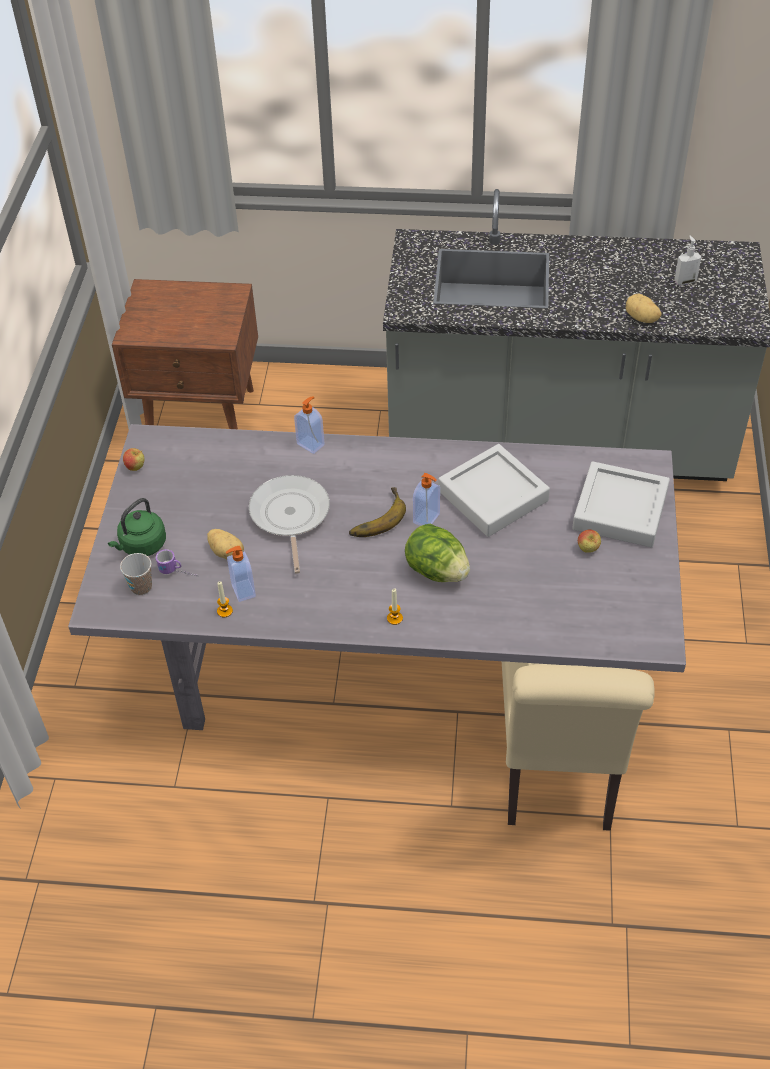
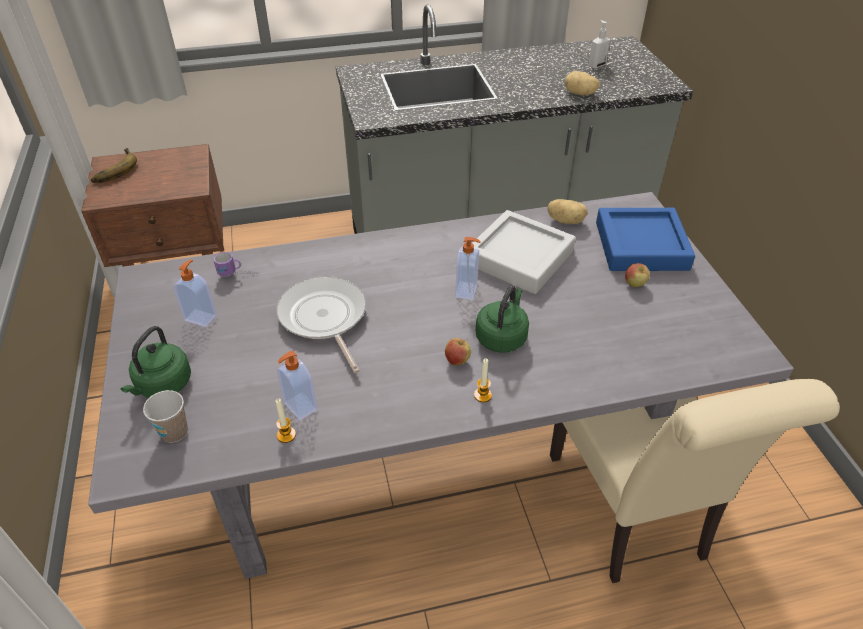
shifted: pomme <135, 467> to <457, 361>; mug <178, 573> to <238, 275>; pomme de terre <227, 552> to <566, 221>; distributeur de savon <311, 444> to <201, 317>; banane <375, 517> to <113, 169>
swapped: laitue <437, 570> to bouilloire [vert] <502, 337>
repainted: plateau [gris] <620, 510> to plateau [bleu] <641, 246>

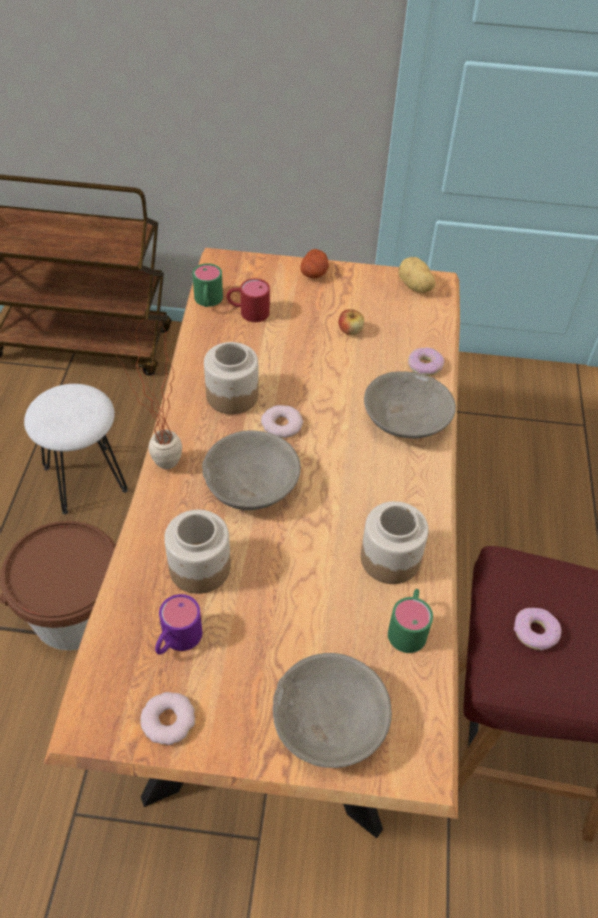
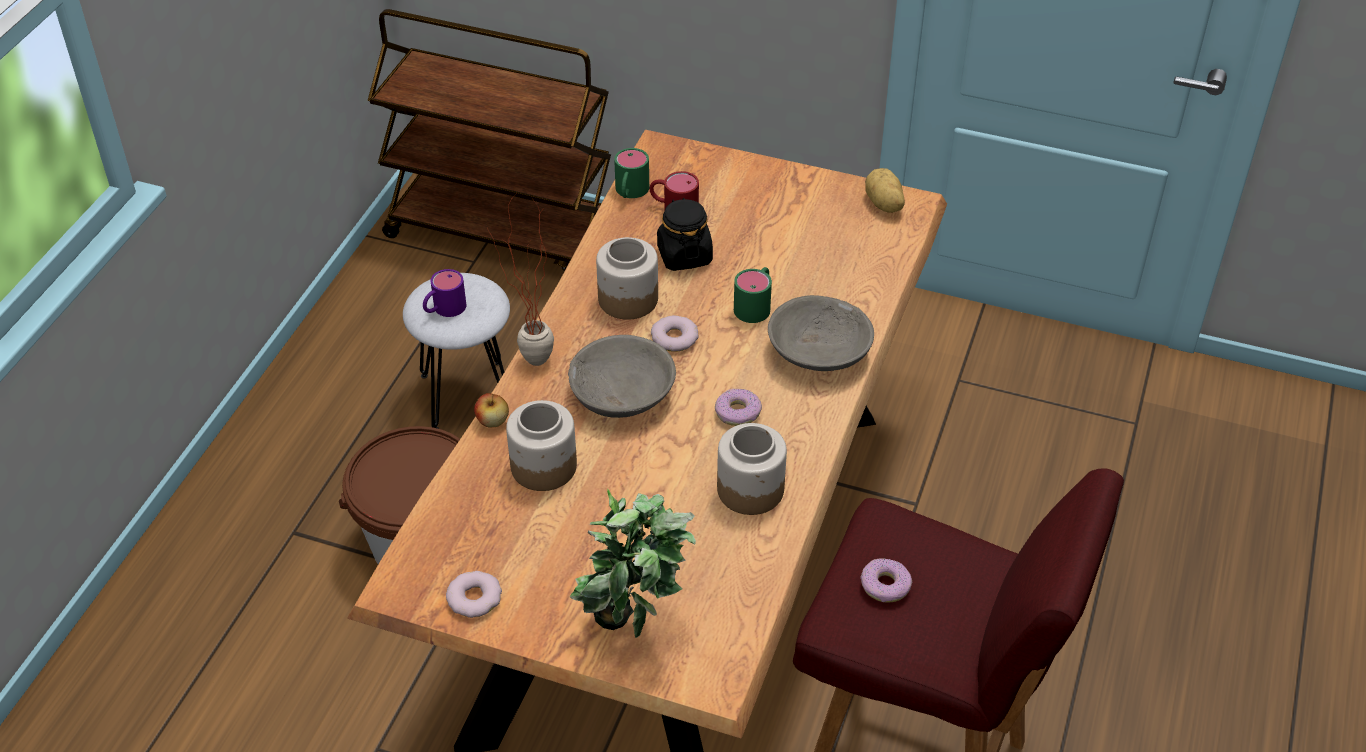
gone: pomme de terre <314, 273>
new: bocal [noir] <684, 255>
shifted: mug [violet] <176, 640> to <444, 309>; pomme <350, 331> to <492, 421>; mug [vert] <408, 627> to <755, 305>; beignet <424, 366> to <737, 412>
swapped: bol [gris] <329, 722> to plante en pot <635, 627>

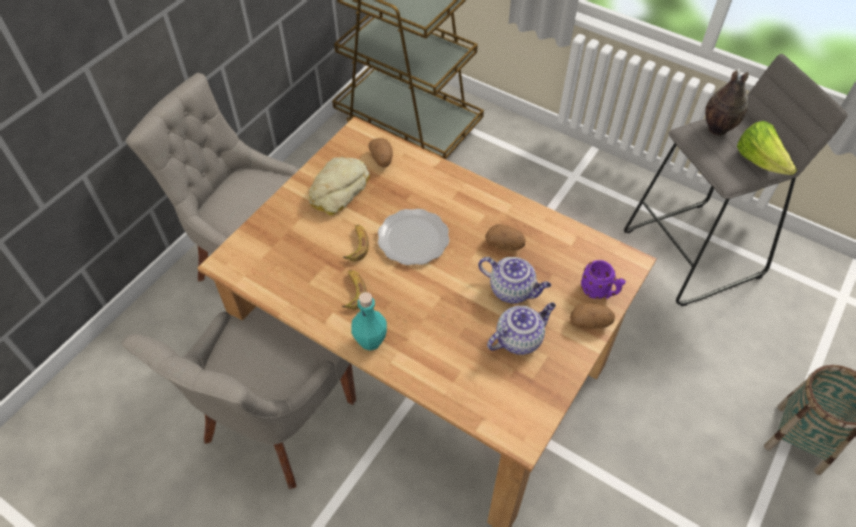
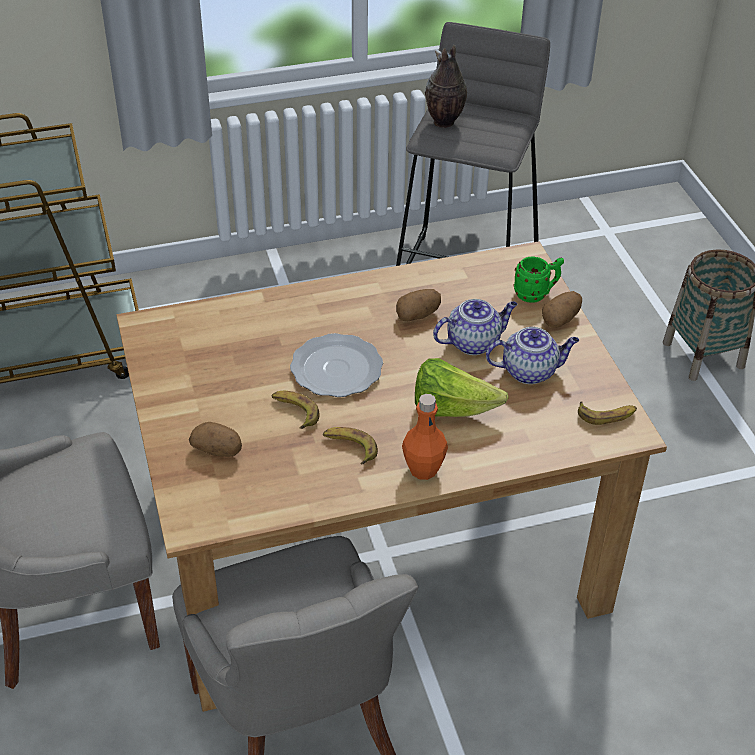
gone: pain <338, 190>
new: banane <607, 415>
shifted: pomme de terre <382, 159> to <218, 450>; laitue <759, 161> to <451, 409>
repainted: bouteille [turquoise] <370, 341> to bouteille [orange] <423, 469>; mug [violet] <599, 292> to mug [vert] <536, 294>
rotated: théière <519, 338> = <530, 371> 75 degrees clockwise

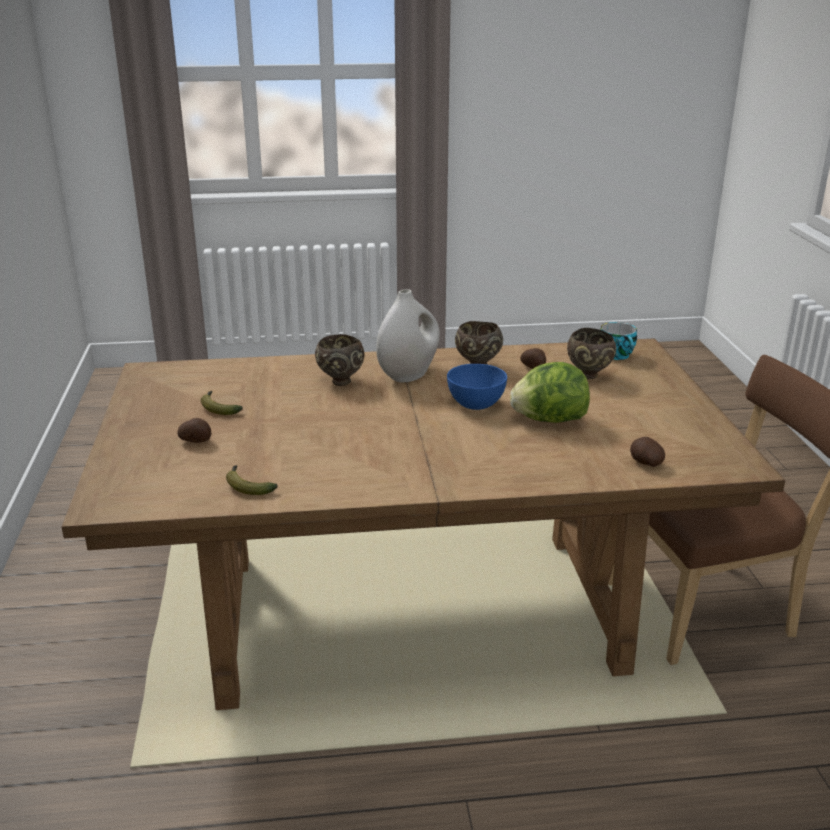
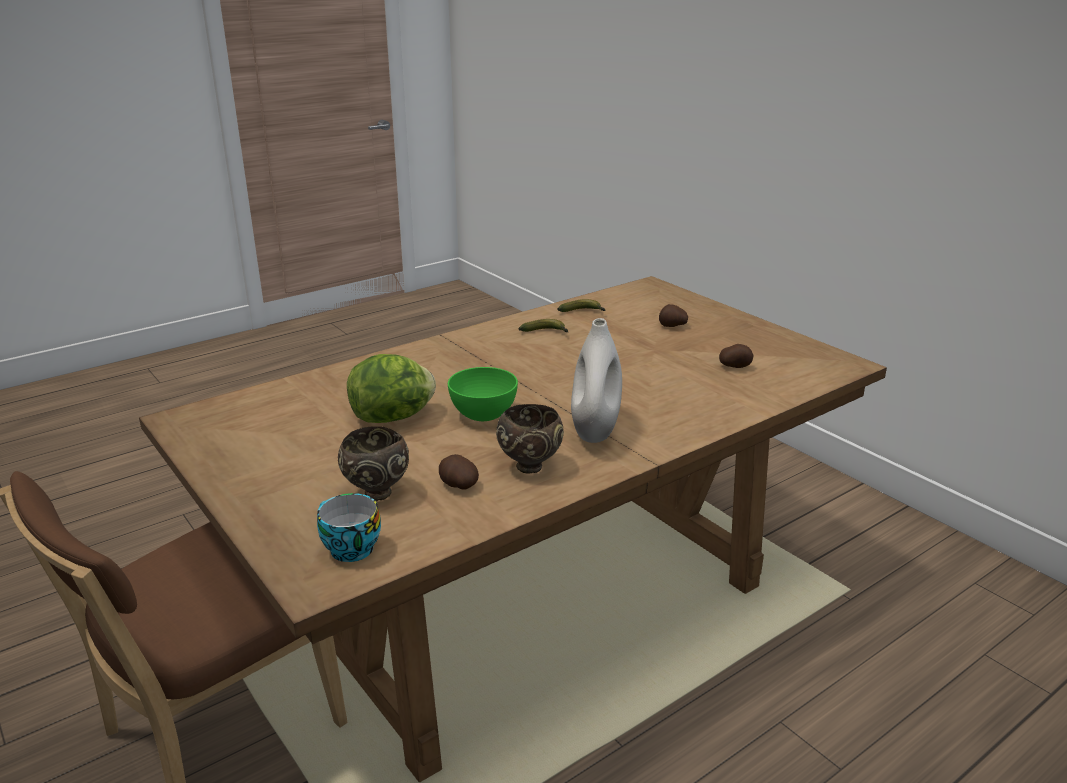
gone: bol [marron] <340, 381>
shifted: banane <218, 408> to <546, 332>; pomme de terre <645, 463> to <735, 366>
repainted: bol [bleu] <475, 404> to bol [vert] <484, 414>

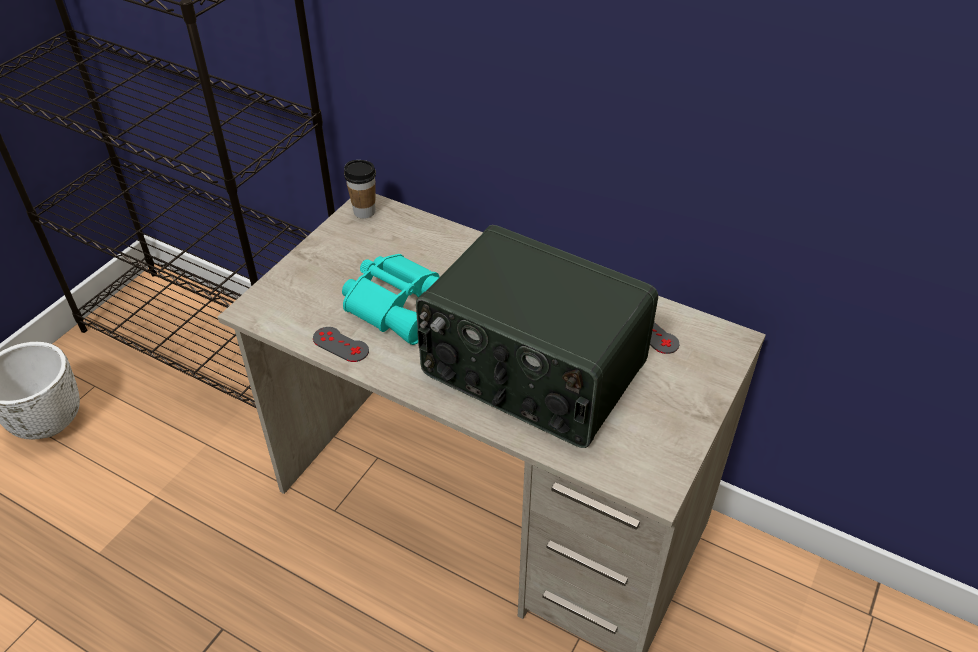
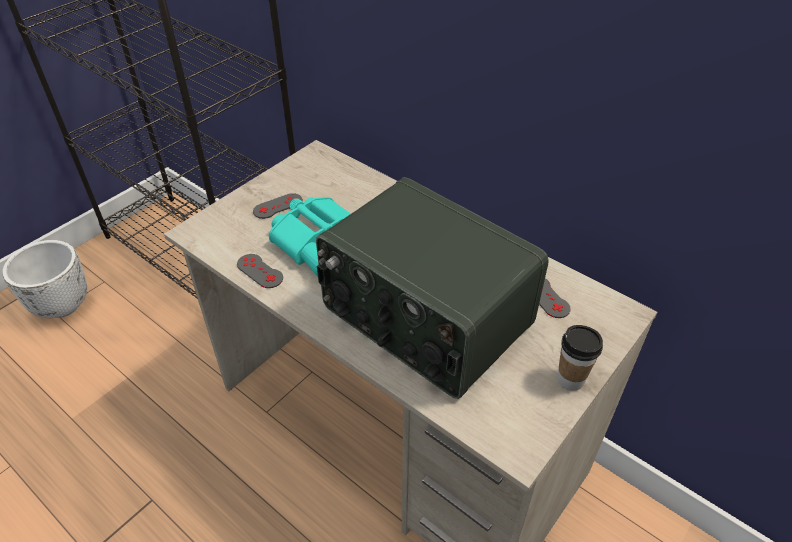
new: manette [gris] <278, 206>
shifted: tasse <364, 212> to <570, 380>

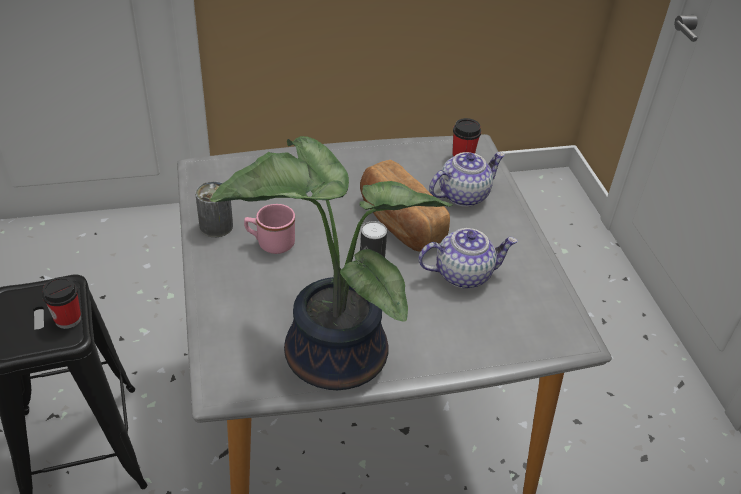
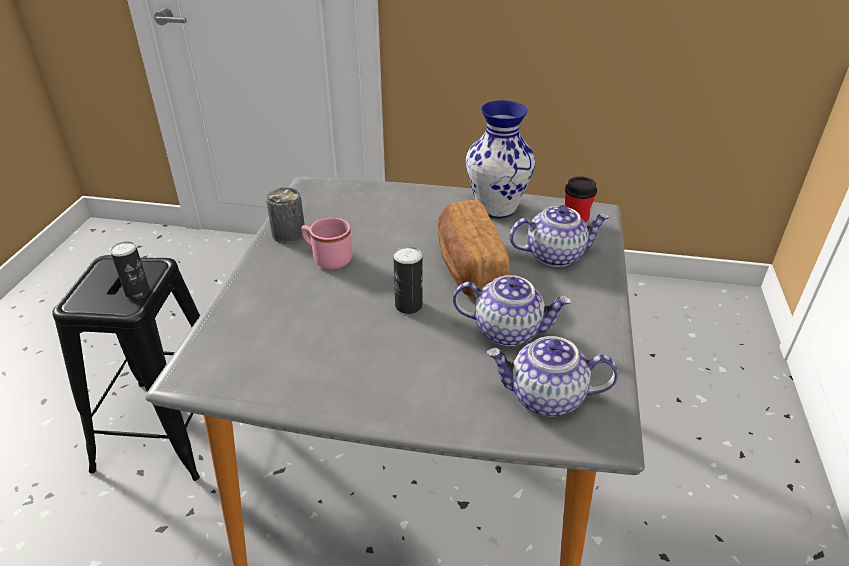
gone: plante en pot <329, 355>
new: vase <495, 208>; théière <546, 398>
swapped: tasse <68, 319> to boîte métallique <137, 292>

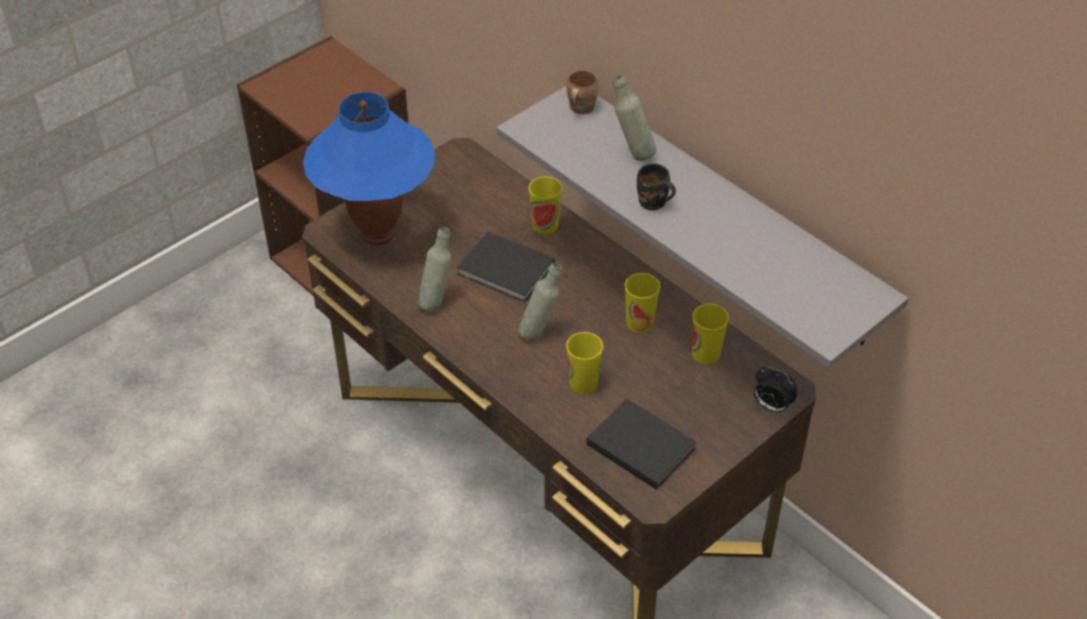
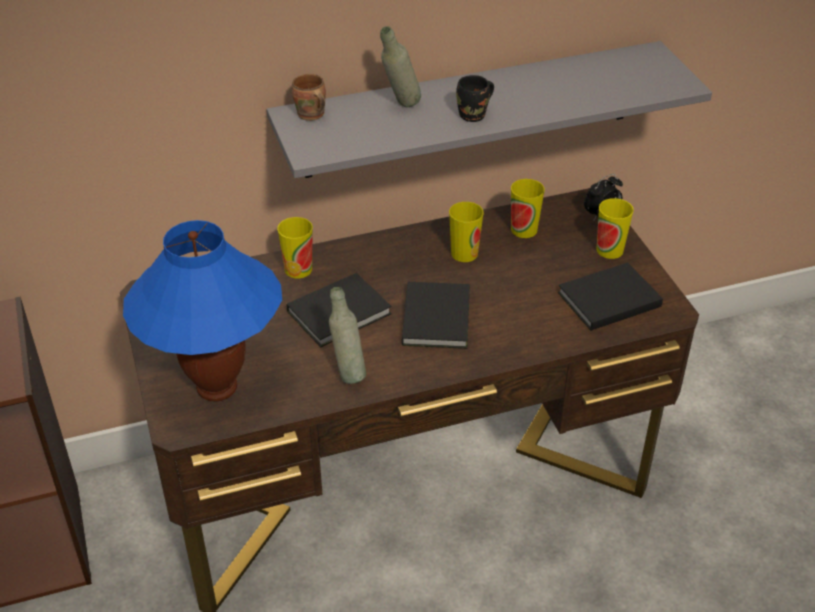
shifted: tasse <583, 382> to <609, 250>
swapped: bouteille [gris] <540, 333> to livre [noir] <438, 316>

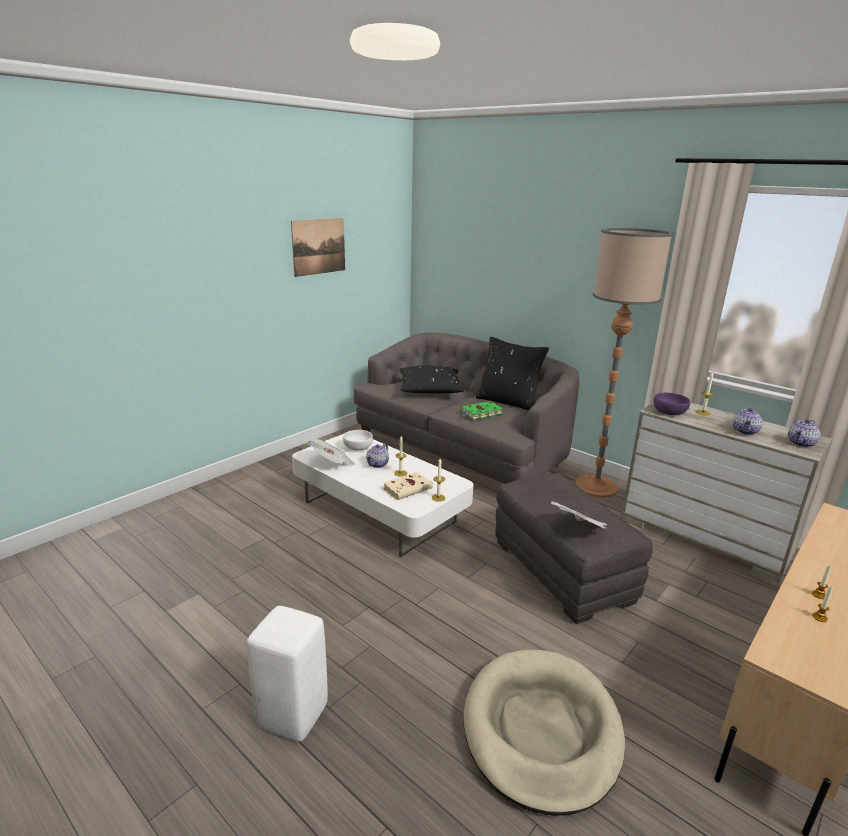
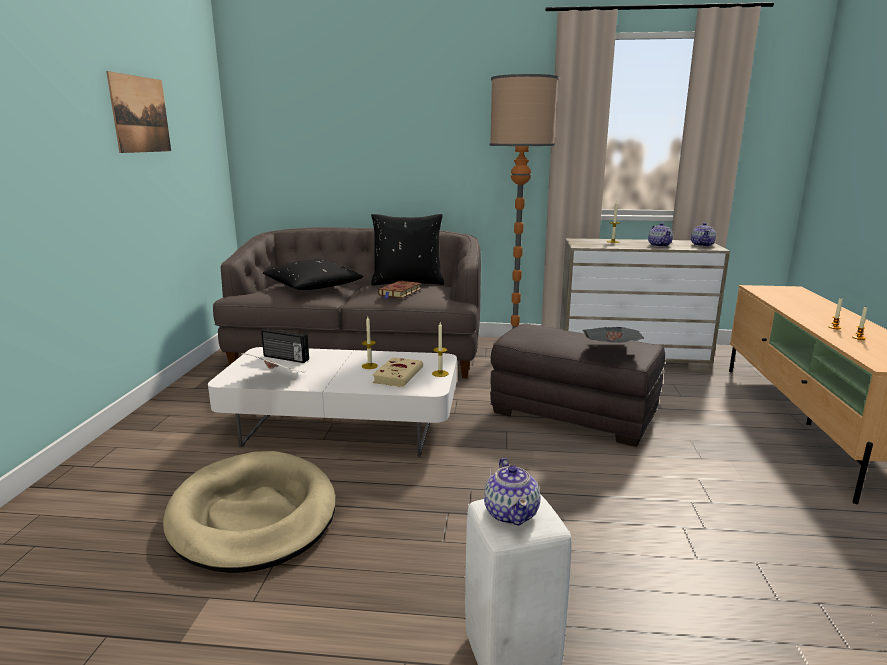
gone: bol [violet] <670, 412>
shifted: théière <378, 464> to <511, 513>; panier pour chien [beige] <541, 730> to <253, 516>
swapped: bol [blanc] <358, 447> to radio <285, 358>
repainted: livre [vert] <480, 413> to livre [marron] <399, 293>

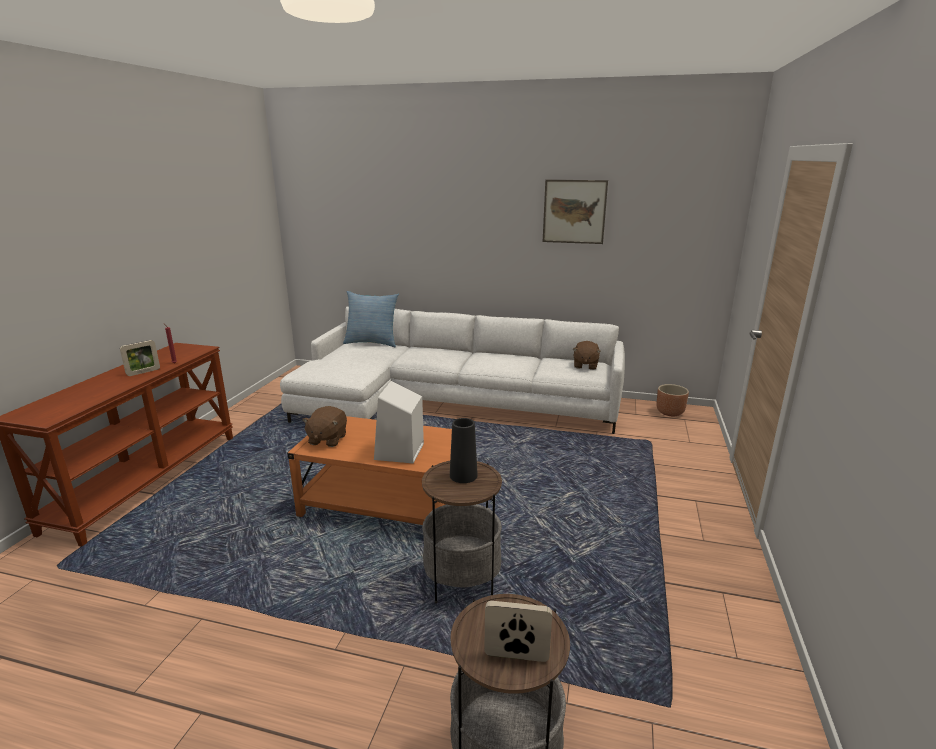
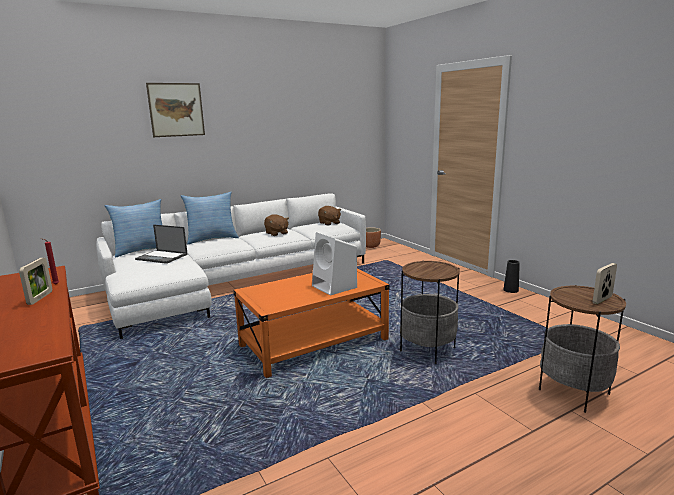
new: ordinateur portable <162, 257>; coussin <212, 239>
shifted: peluche [marron] <327, 439> to <276, 233>; vase [noir] <463, 475> to <511, 290>; tableau <574, 211> to <176, 110>

